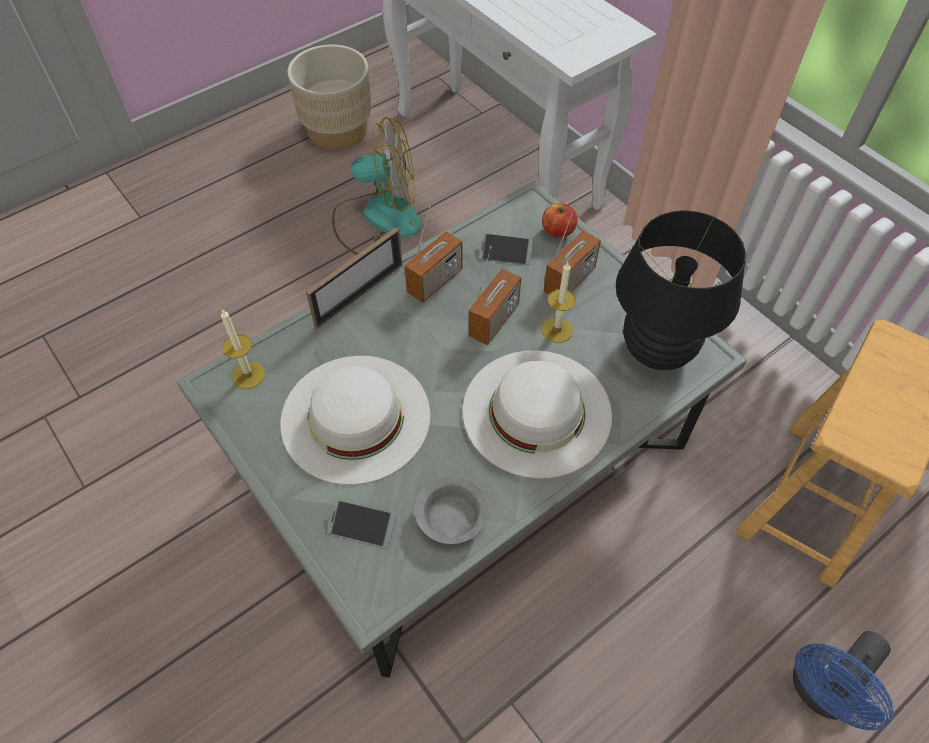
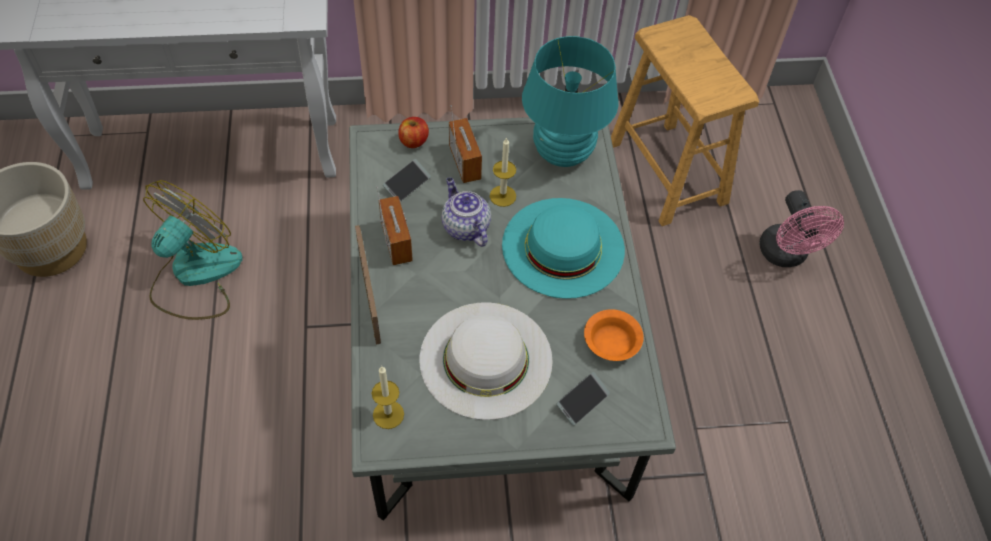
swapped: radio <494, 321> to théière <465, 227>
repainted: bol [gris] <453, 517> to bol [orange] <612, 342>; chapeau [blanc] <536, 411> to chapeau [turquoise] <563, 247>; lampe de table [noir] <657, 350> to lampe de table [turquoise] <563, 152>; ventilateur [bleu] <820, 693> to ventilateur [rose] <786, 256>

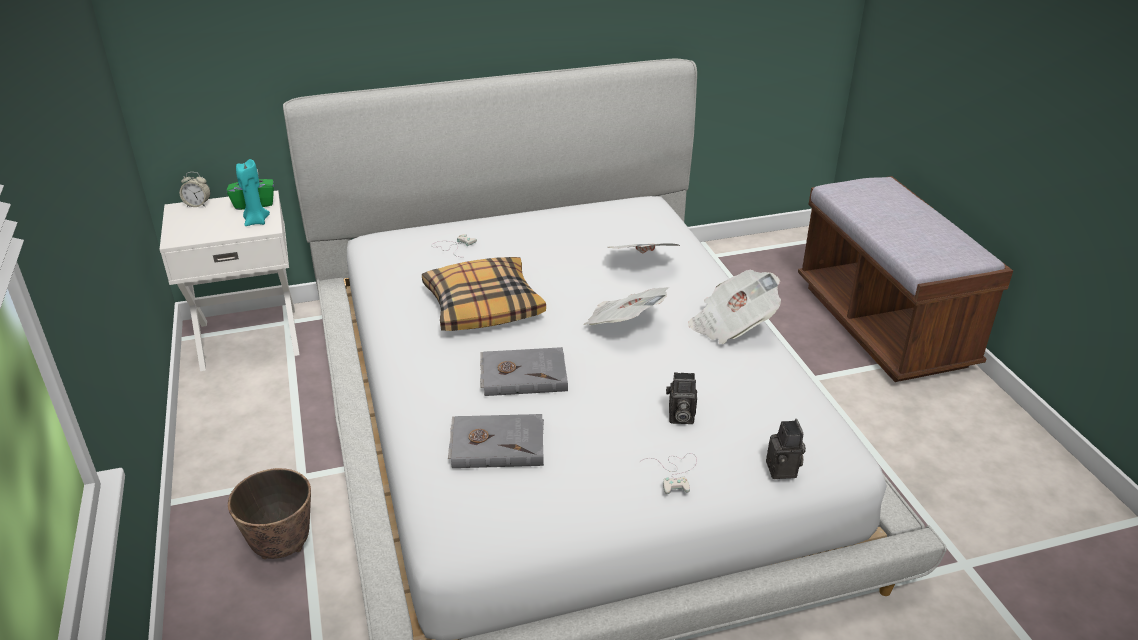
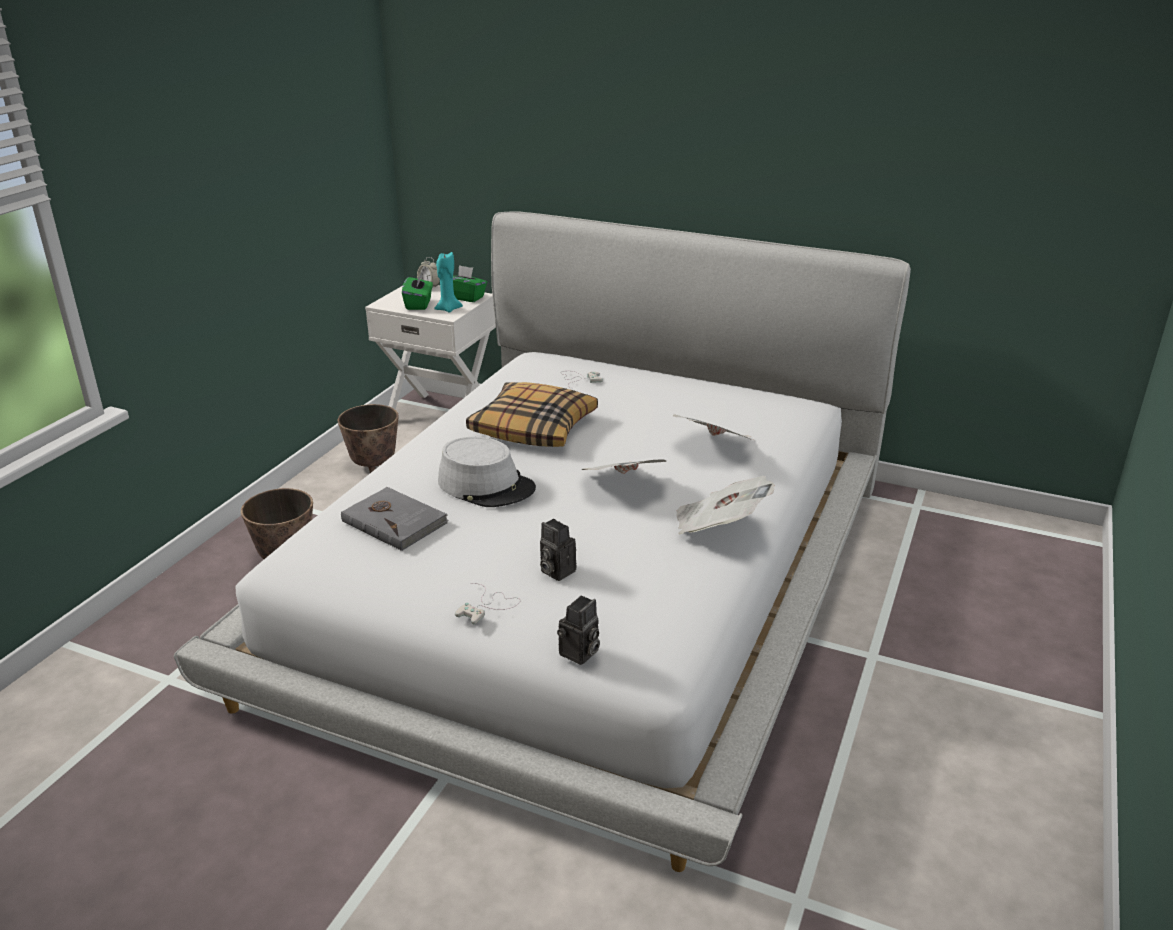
gone: banc [marron] <882, 325>
new: cache-pot <373, 465>; boîte à mouchoirs [vert] <419, 304>
swapped: livre [gris] <523, 374> to chapeau [gris] <486, 485>

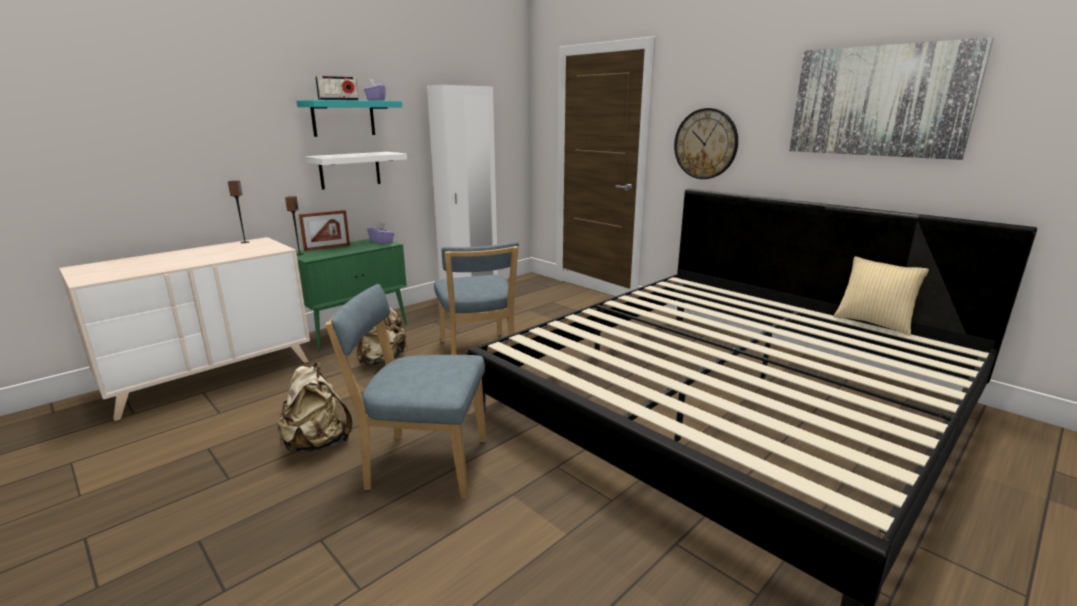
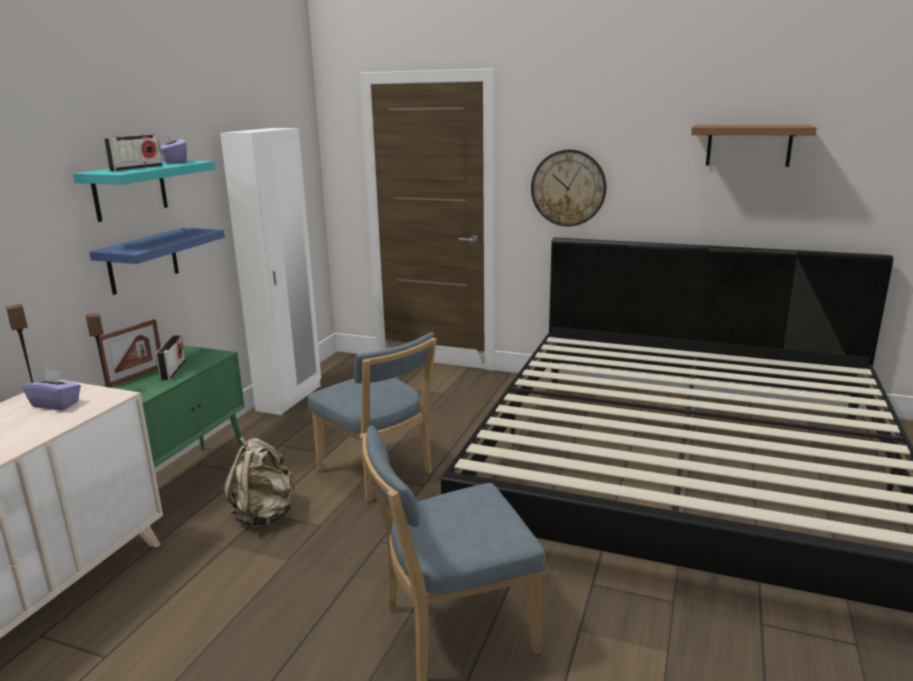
gone: sac à dos [beige] <317, 443>; coussin <874, 323>
new: radio <173, 370>
shifted: boîte à mouchoirs [violet] <382, 242> to <56, 404>
swapped: tableau <879, 101> to étagère [marron] <748, 145>
repainted: étagère [blanc] <350, 170> to étagère [bleu] <143, 261>

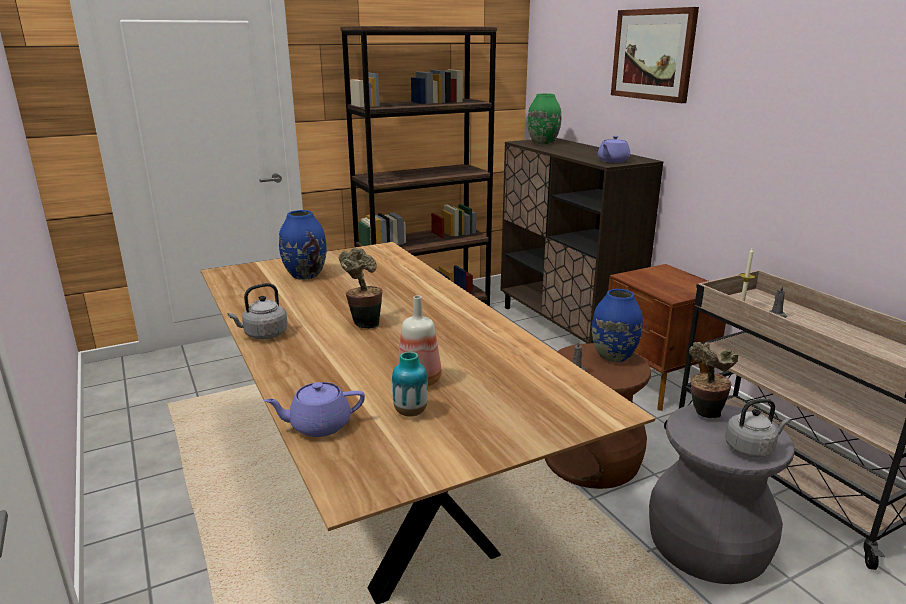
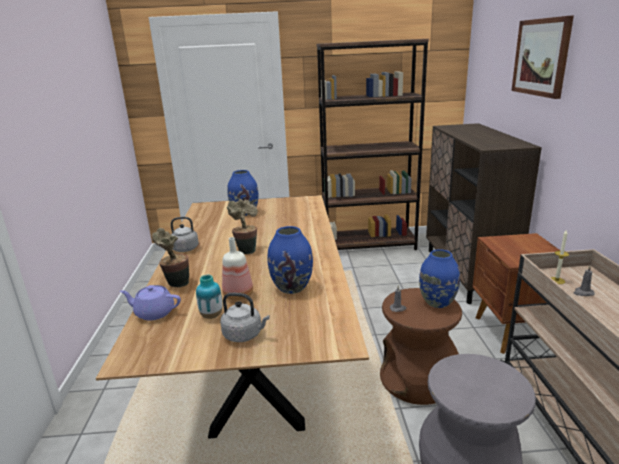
gone: vase [vert] <542, 143>; théière [violet] <612, 161>
new: vase [bleu] <292, 287>
shifted: plante en pot <704, 414> to <176, 284>; bouilloire [gris] <751, 448> to <244, 335>

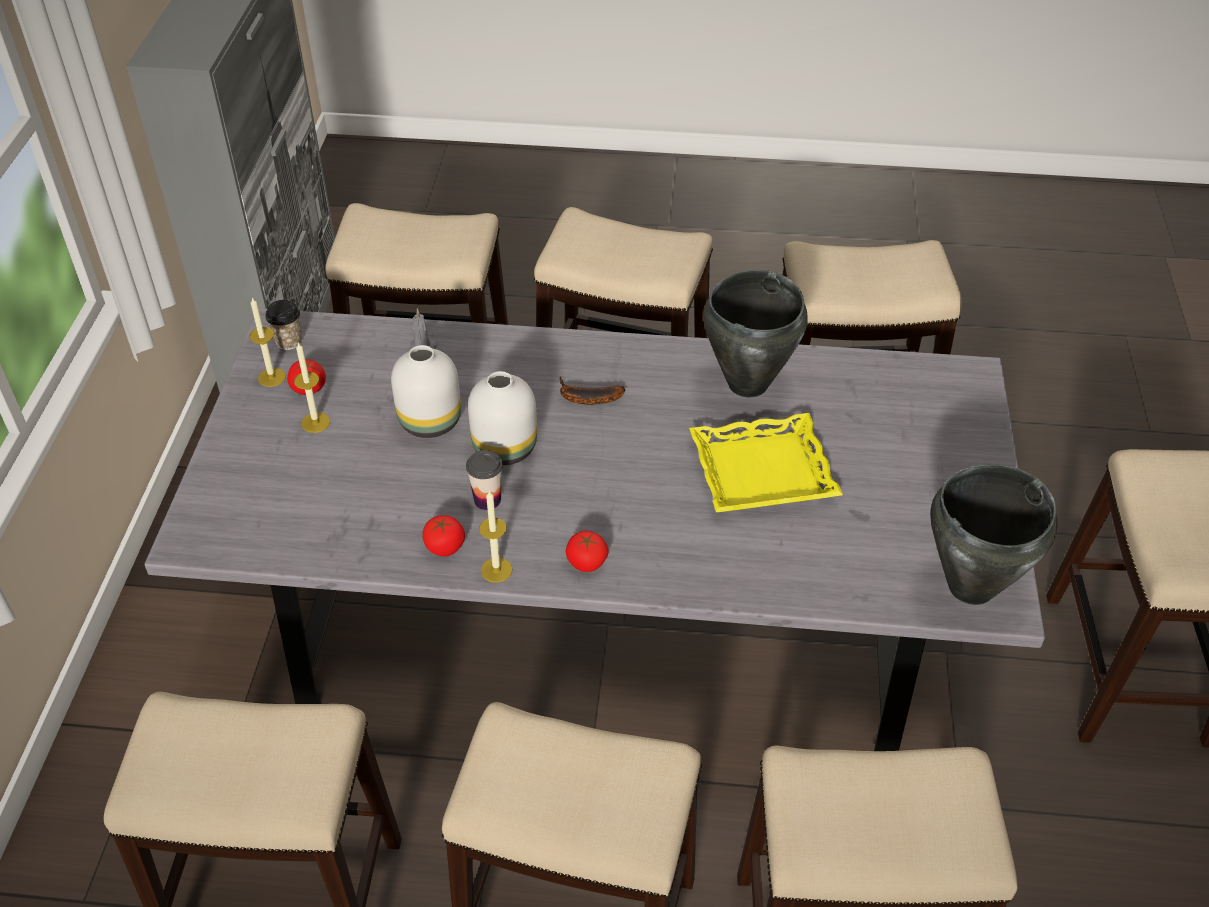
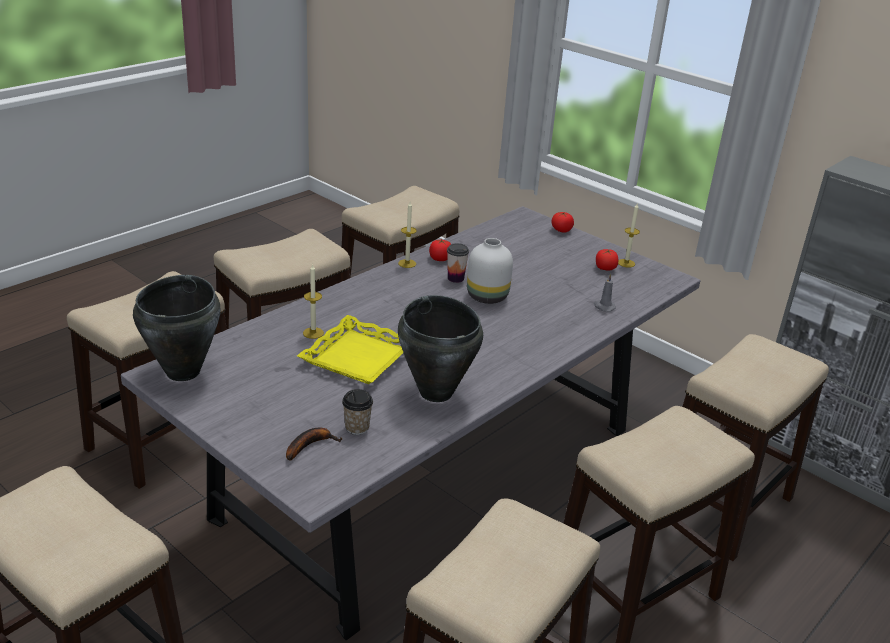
gone: vase [blanc] <428, 422>
shifted: tasse <289, 341> to <357, 428>; bougie <315, 422> to <313, 333>; banane <586, 398> to <310, 445>; tomate <586, 562> to <561, 230>

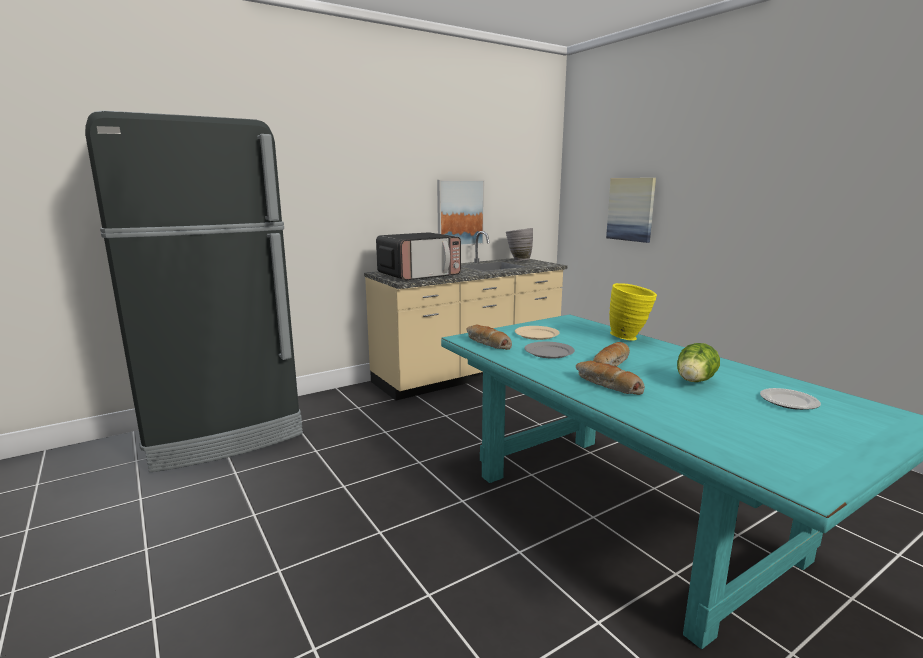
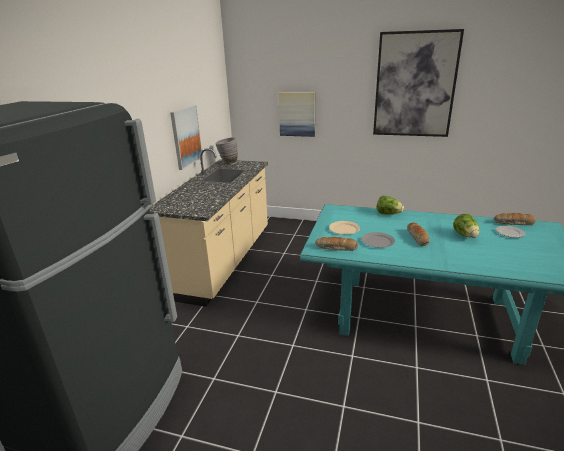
gone: micro-ondes <419, 275>
new: tableau <415, 85>
shifted: pain <607, 385> to <514, 223>
swapped: vase [jaune] <630, 338> to laitue <388, 214>

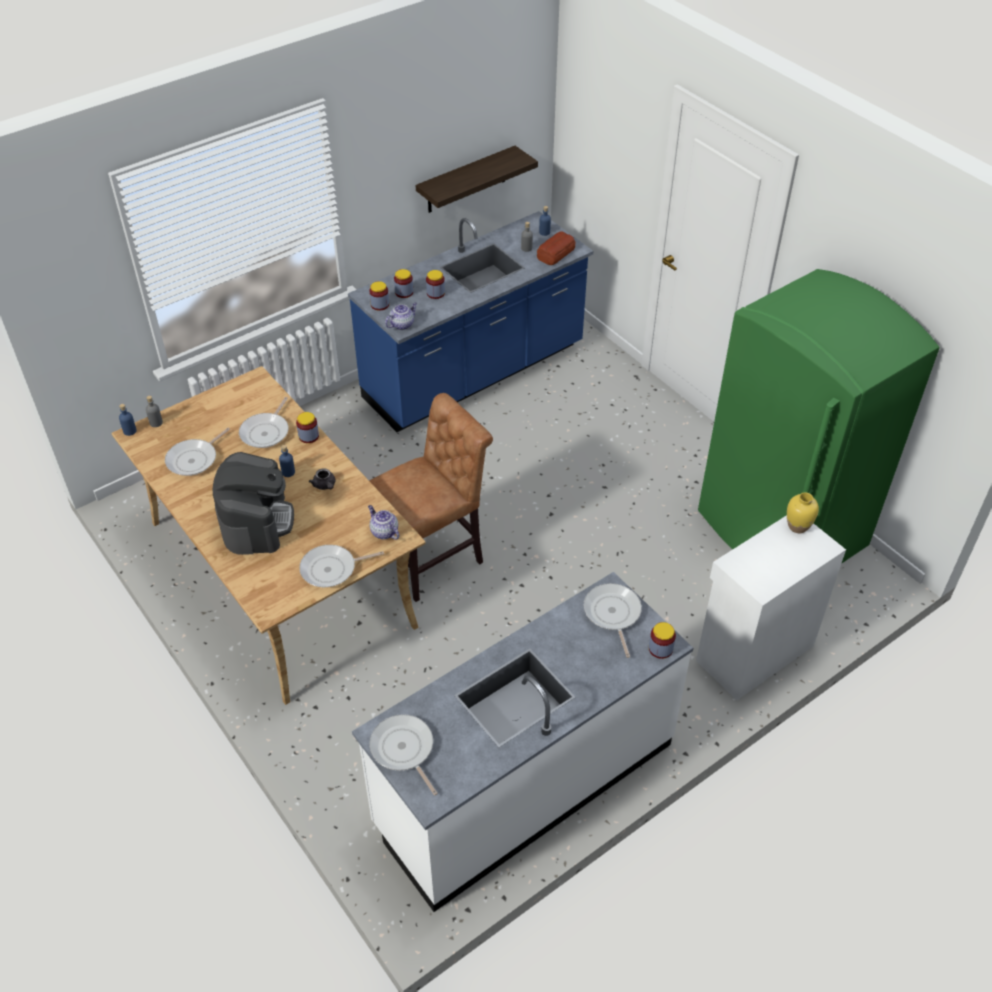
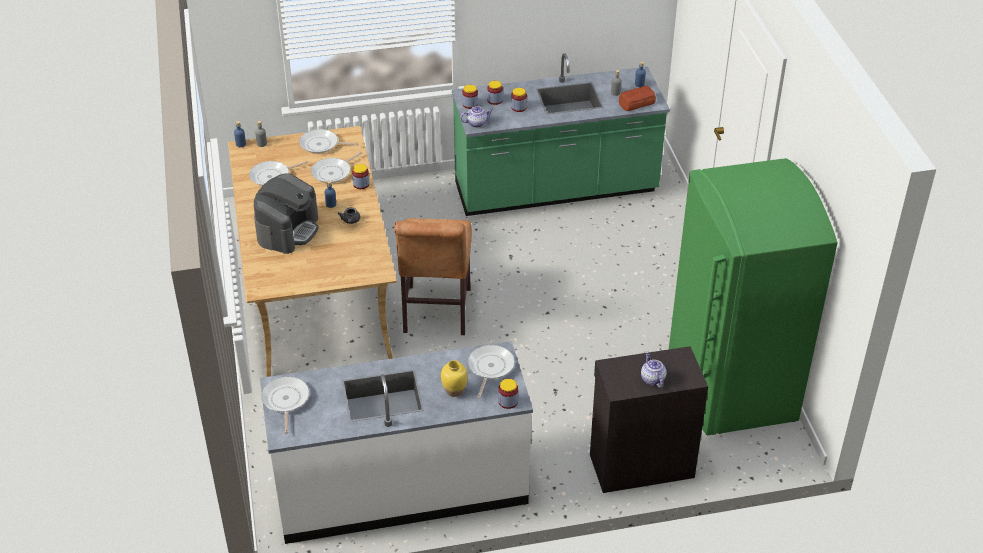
gone: étagère <466, 180>
shifted: poêle <332, 569> to <321, 145>; théière <383, 532> to <652, 379>; vase [jaune] <797, 526> to <454, 391>
repainted: comptoir de cuisine [bleu] <474, 374> to comptoir de cuisine [vert] <556, 190>; meuble de rangement [blanc] <752, 652> to meuble de rangement [noir] <640, 465>
rotated: chaise [marron] <434, 557> = <436, 314> 105 degrees clockwise

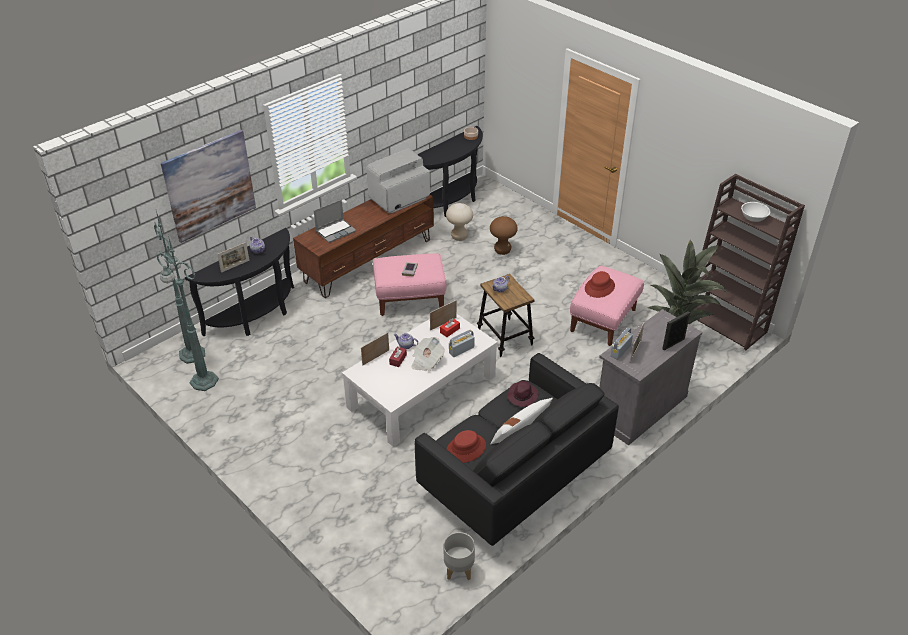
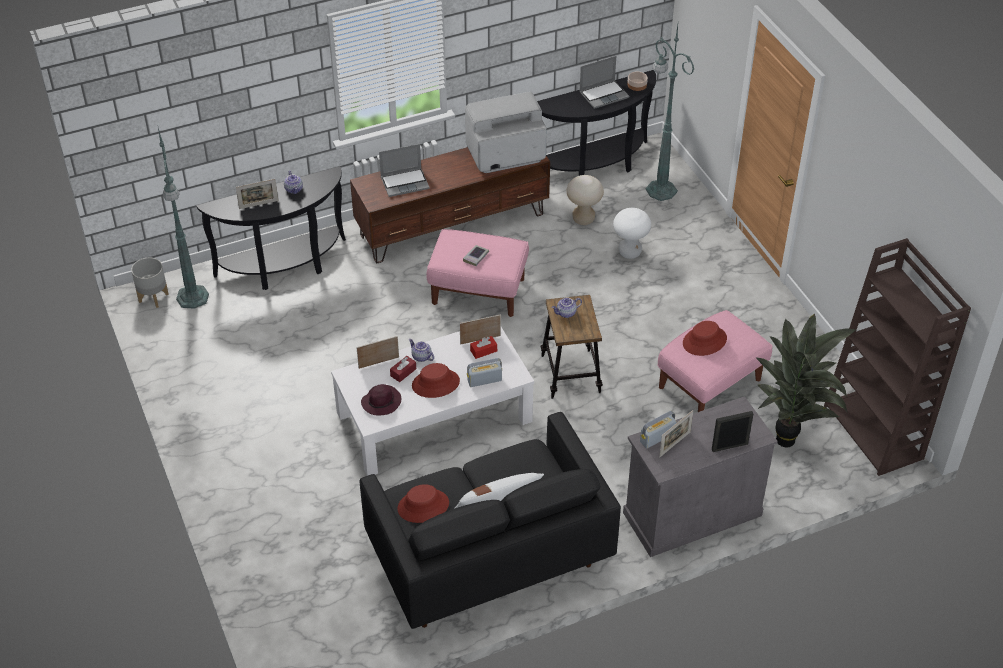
gone: tableau <209, 185>; bol [blanc] <753, 218>
new: ordinateur portable <604, 95>
shifted: lampadaire [vert] <203, 380> to <660, 189>; cache-pot [gris] <459, 570> to <153, 298>; chapeau [violet] <522, 395> to <381, 401>
swapped: journal <426, 361> to chapeau [rouge] <435, 384>
repainted: tabouret [marron] <502, 250> to tabouret [blanc] <629, 252>

